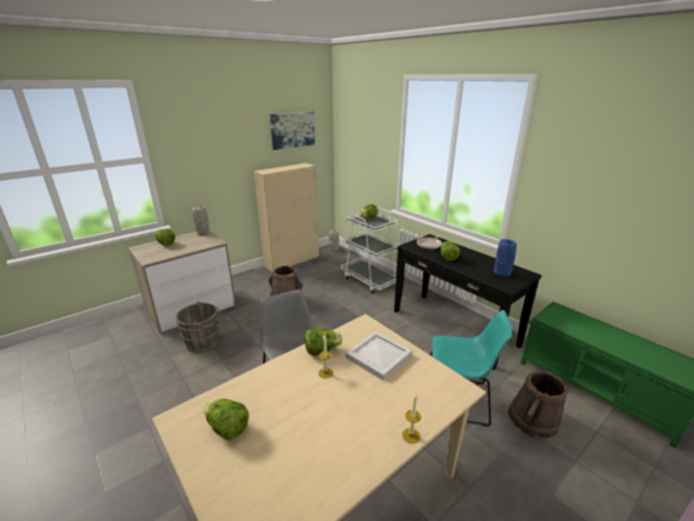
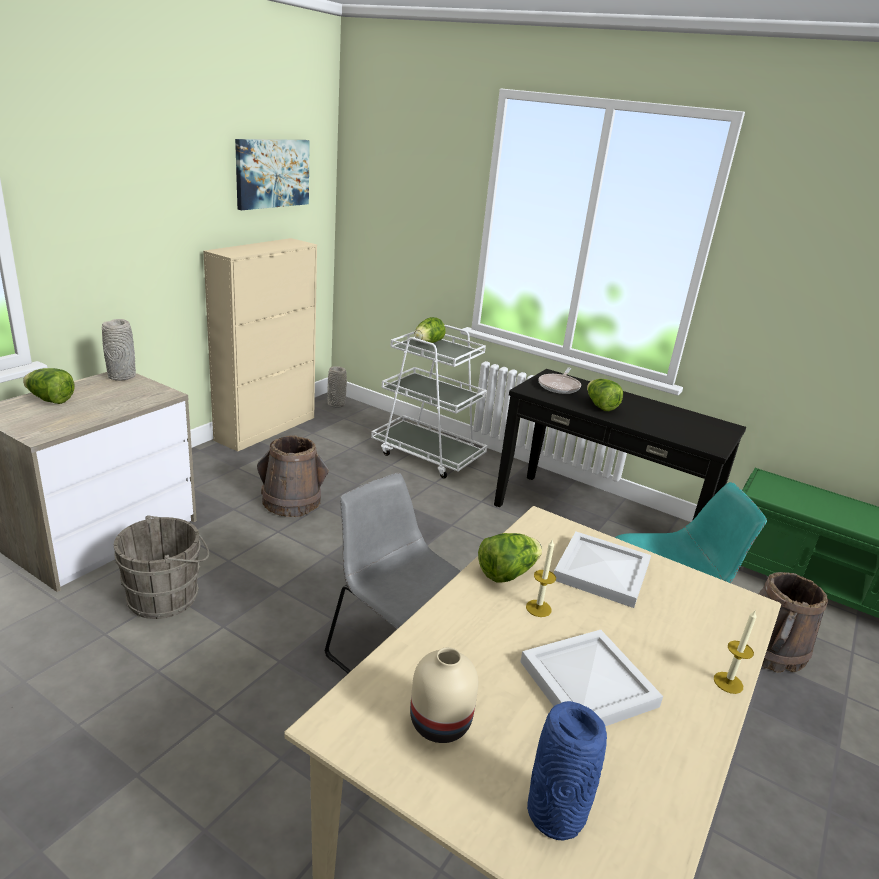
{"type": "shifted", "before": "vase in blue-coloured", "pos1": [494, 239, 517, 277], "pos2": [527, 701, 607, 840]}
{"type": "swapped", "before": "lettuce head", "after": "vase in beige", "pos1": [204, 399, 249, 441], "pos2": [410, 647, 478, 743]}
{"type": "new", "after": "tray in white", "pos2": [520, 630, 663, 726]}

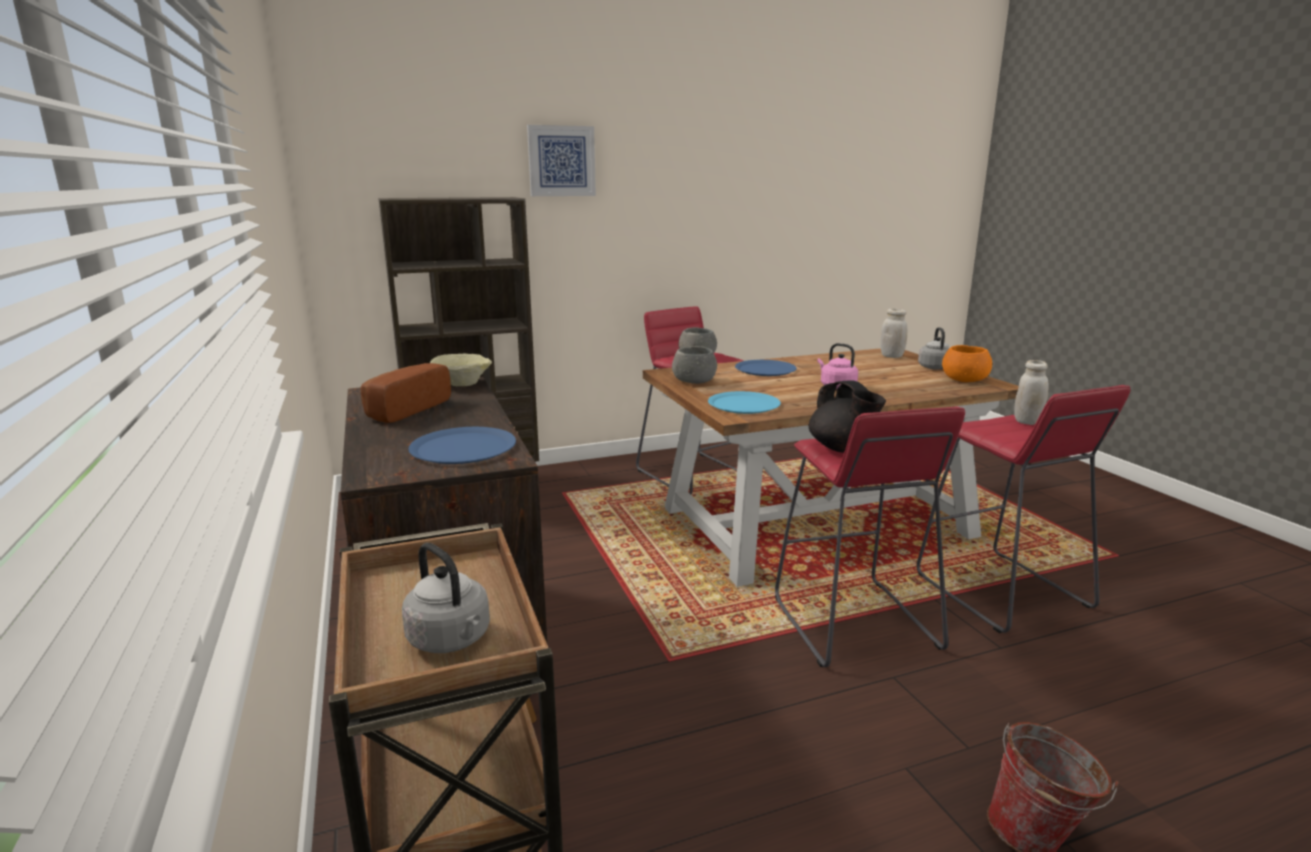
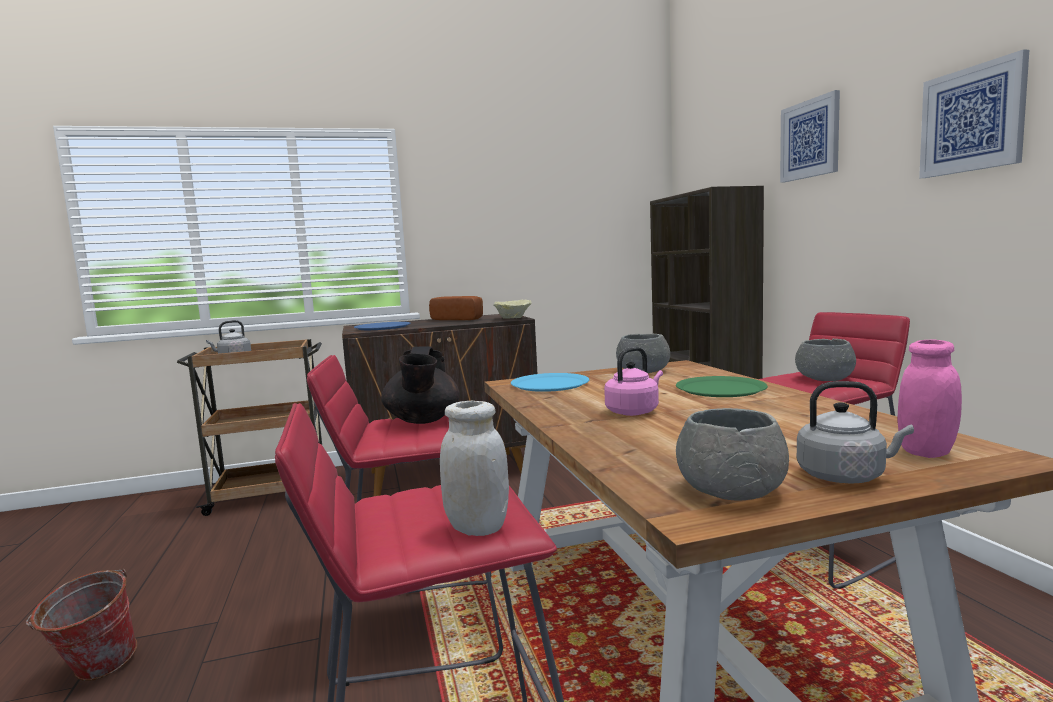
{"type": "repainted", "before": "storage jar in white", "after": "storage jar in pink", "pos1": [880, 309, 907, 358], "pos2": [897, 340, 962, 458]}
{"type": "repainted", "before": "serving bowl in orange-coloured", "after": "serving bowl in grey", "pos1": [942, 345, 992, 382], "pos2": [676, 408, 789, 501]}
{"type": "repainted", "before": "flat dish in blue-coloured", "after": "flat dish in green-coloured", "pos1": [735, 360, 797, 376], "pos2": [676, 376, 768, 397]}
{"type": "rotated", "before": "teapot in blackish", "pos1": [808, 381, 886, 453], "pos2": [381, 346, 460, 424], "turn": -75}
{"type": "new", "after": "wall picture", "pos2": [919, 49, 1029, 178]}

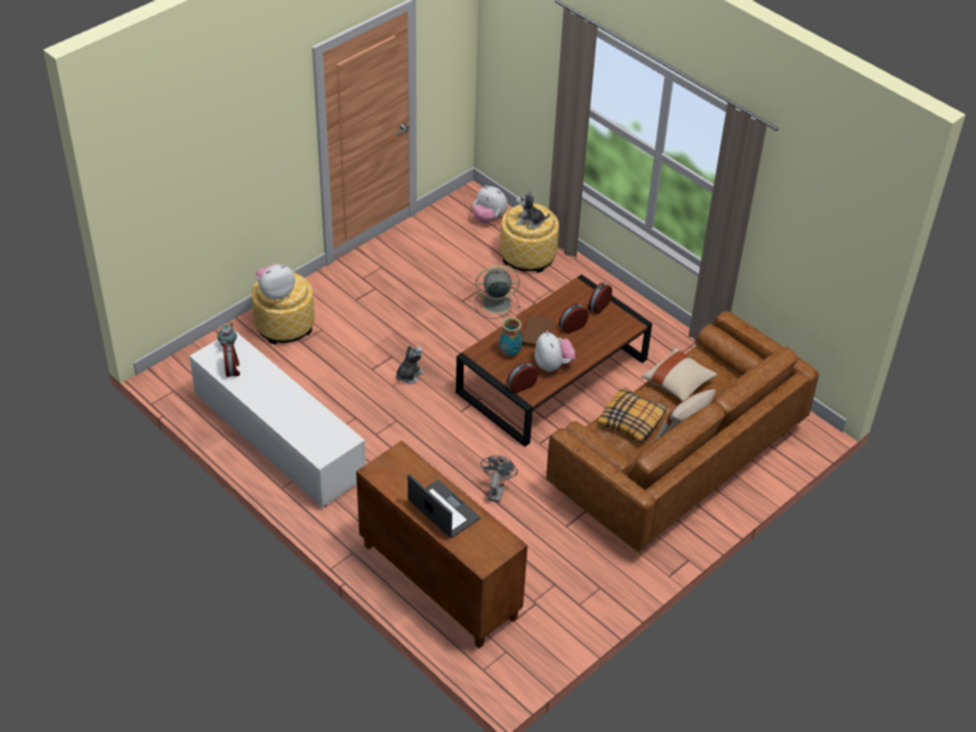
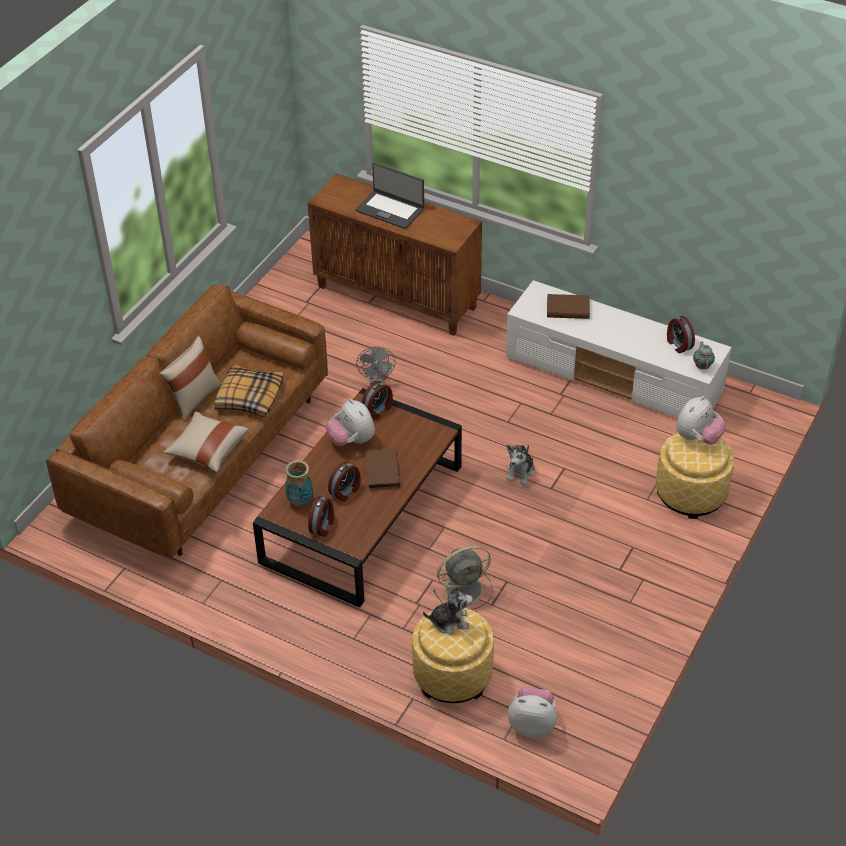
{"type": "shifted", "before": "vase", "pos1": [499, 317, 522, 356], "pos2": [285, 460, 313, 506]}
{"type": "new", "after": "bound book in brown", "pos2": [547, 294, 590, 319]}

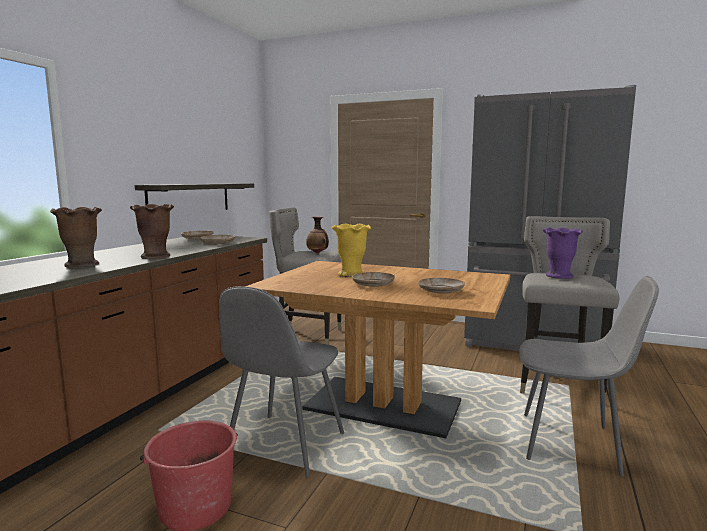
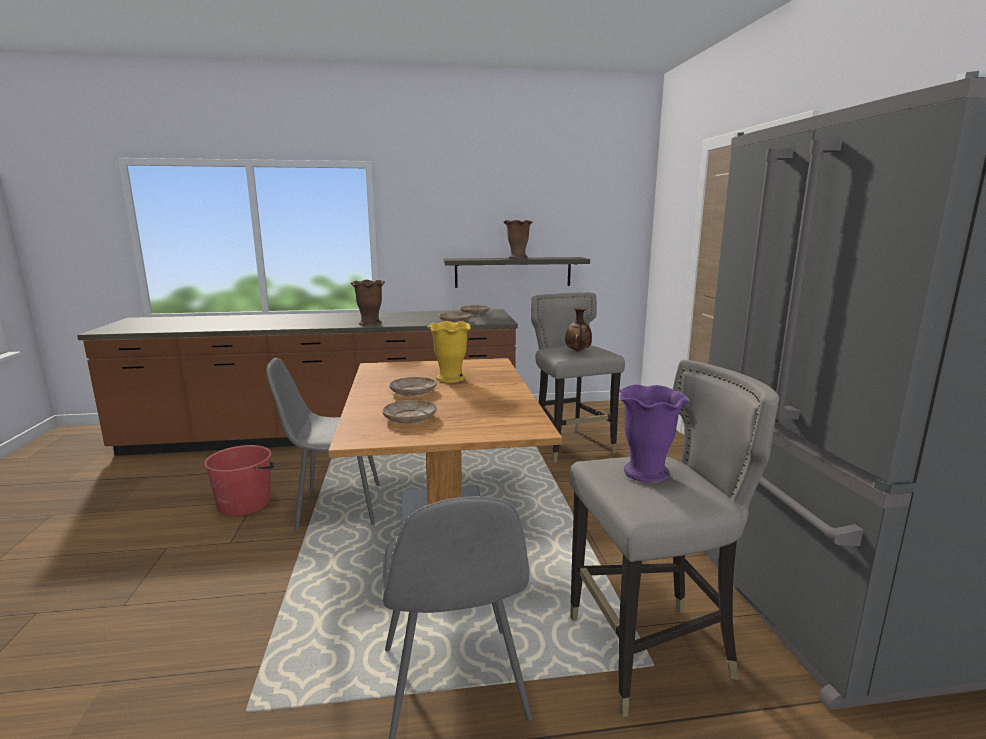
{"type": "shifted", "before": "vase in brown", "pos1": [50, 207, 102, 268], "pos2": [504, 220, 533, 259]}

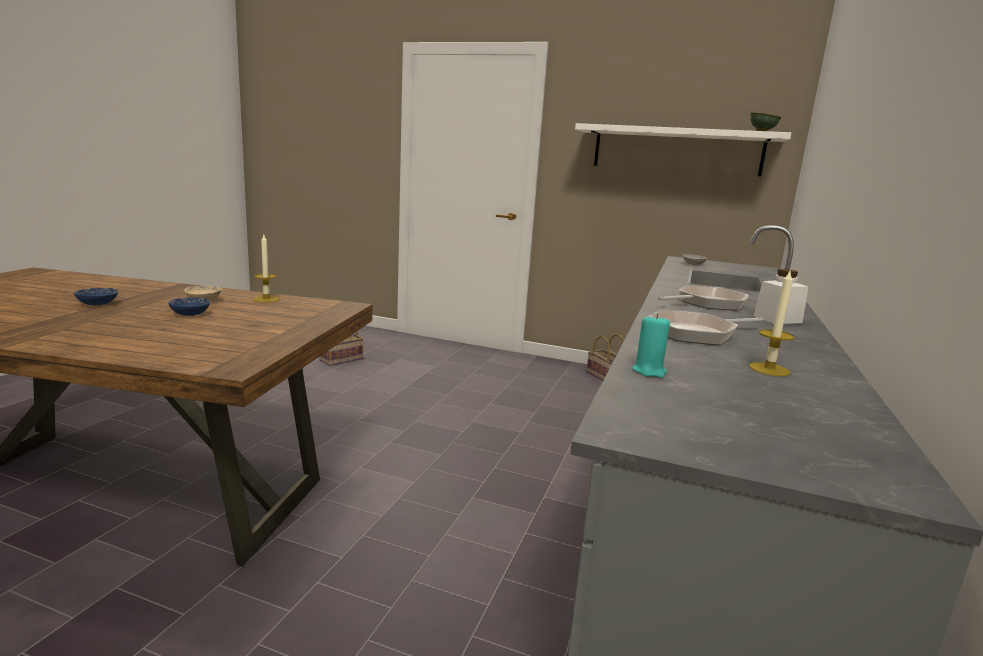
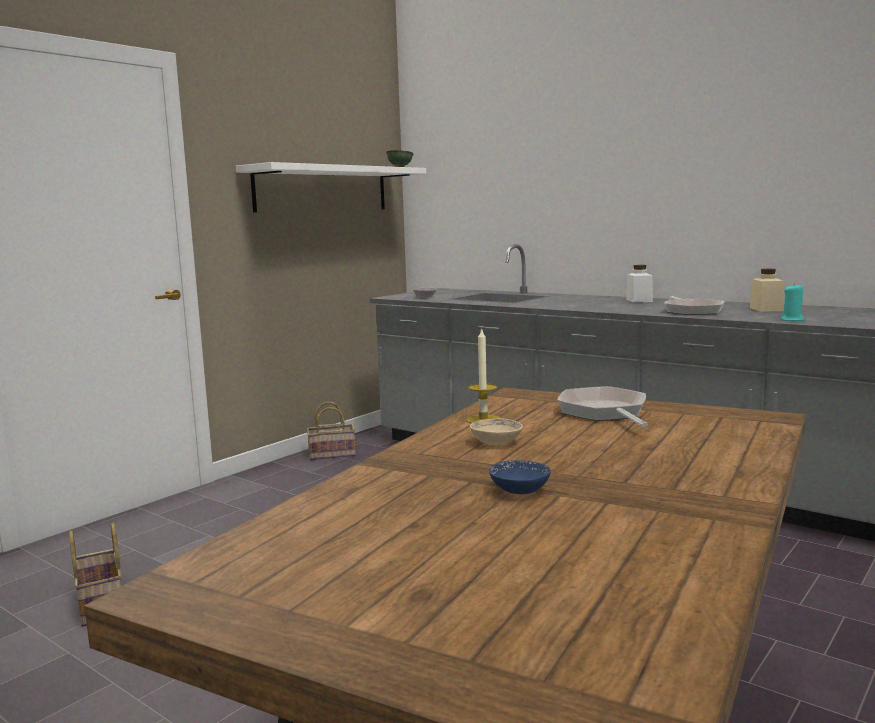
{"type": "swapped", "before": "wax candle", "after": "storage jar in beige", "pos1": [749, 269, 795, 376], "pos2": [750, 269, 784, 312]}
{"type": "shifted", "before": "pan", "pos1": [658, 285, 749, 310], "pos2": [557, 386, 648, 427]}
{"type": "gone", "before": "serving bowl in blue-coloured", "pos1": [168, 298, 210, 316]}

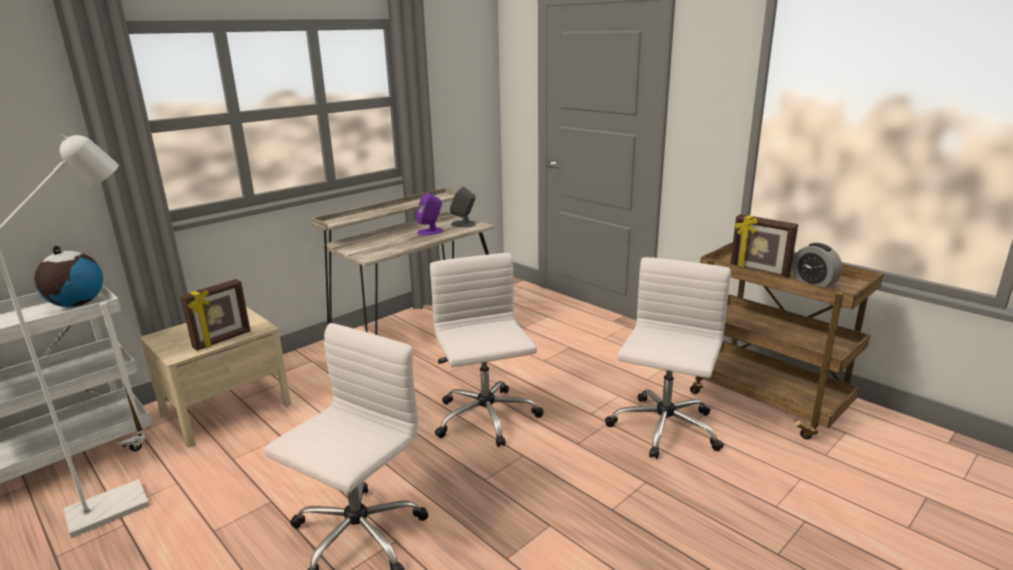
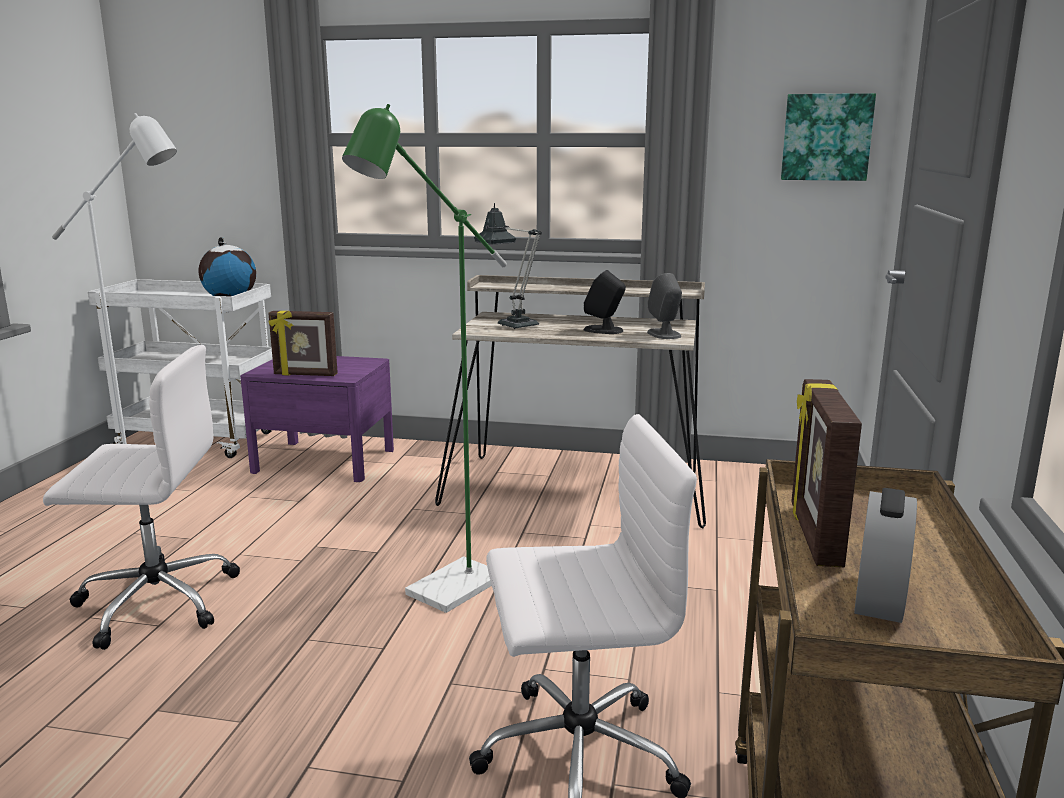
{"type": "repainted", "before": "audio speaker in purple-coloured", "after": "audio speaker in blackish", "pos1": [416, 193, 443, 236], "pos2": [584, 270, 626, 334]}
{"type": "swapped", "before": "office chair in white", "after": "standard lamp in green-coloured", "pos1": [430, 253, 544, 447], "pos2": [342, 104, 507, 613]}
{"type": "repainted", "before": "nightstand in beige", "after": "nightstand in purple-coloured", "pos1": [140, 306, 291, 447], "pos2": [240, 356, 394, 482]}
{"type": "new", "after": "wall picture", "pos2": [781, 93, 876, 181]}
{"type": "new", "after": "lamp for a table", "pos2": [474, 203, 542, 329]}

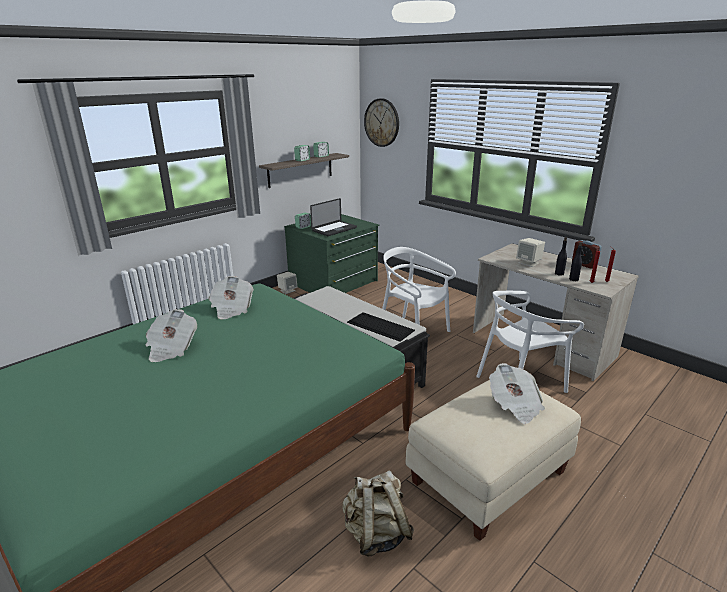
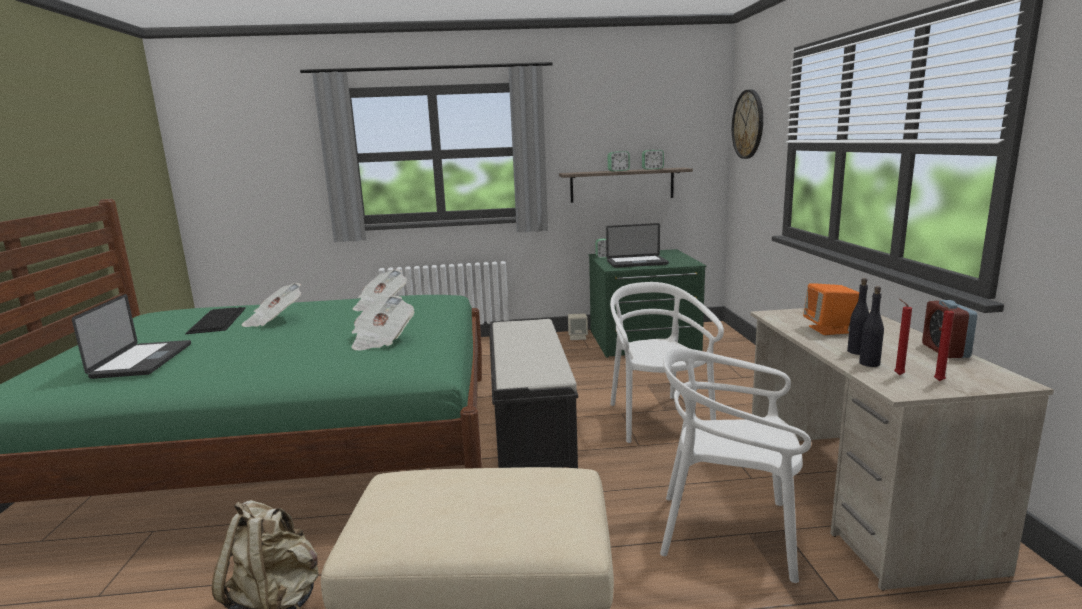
{"type": "repainted", "before": "audio speaker in beige", "after": "audio speaker in orange-coloured", "pos1": [516, 238, 545, 267], "pos2": [803, 283, 859, 335]}
{"type": "shifted", "before": "keyboard", "pos1": [347, 312, 415, 342], "pos2": [185, 307, 246, 334]}
{"type": "shifted", "before": "daily paper", "pos1": [489, 363, 545, 424], "pos2": [351, 296, 414, 350]}
{"type": "new", "after": "portable computer", "pos2": [72, 294, 191, 379]}

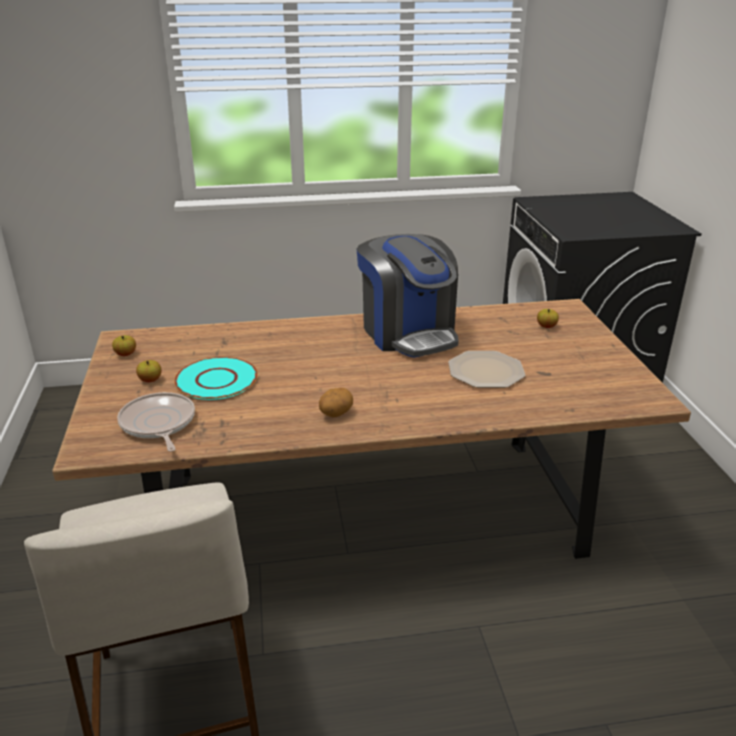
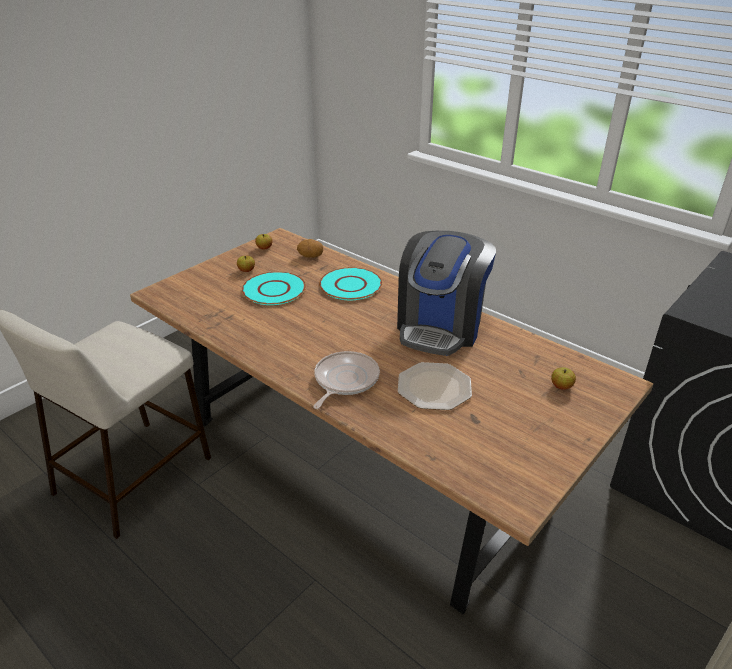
{"type": "shifted", "before": "spud", "pos1": [319, 388, 353, 417], "pos2": [297, 239, 323, 258]}
{"type": "shifted", "before": "pan", "pos1": [117, 392, 195, 452], "pos2": [313, 351, 380, 409]}
{"type": "new", "after": "flat dish in turquoise-coloured", "pos2": [319, 267, 382, 300]}

